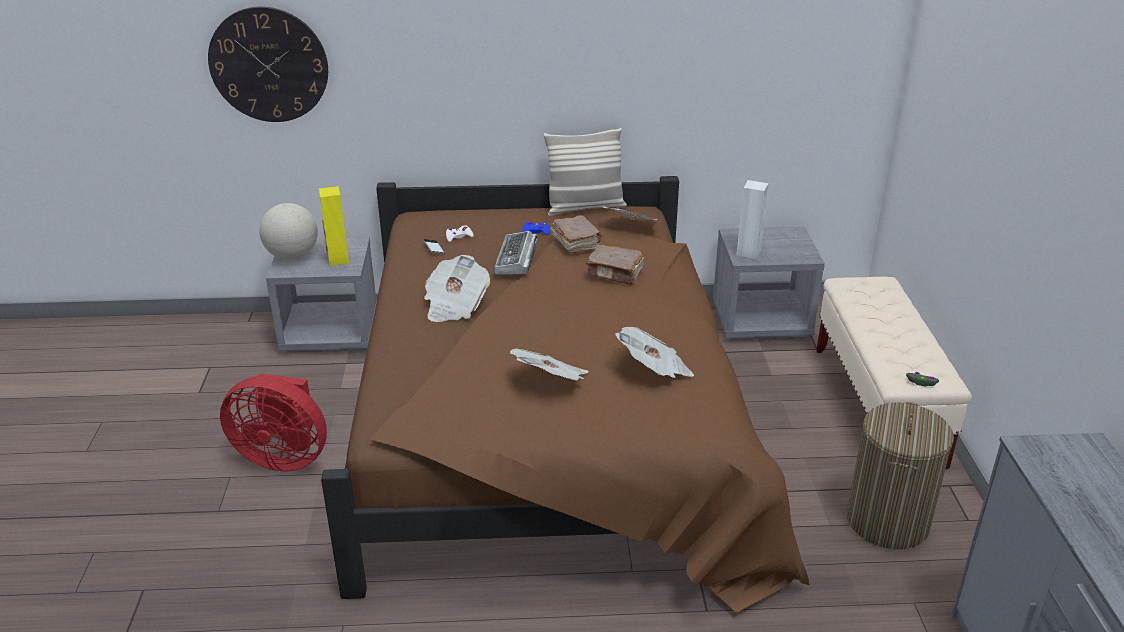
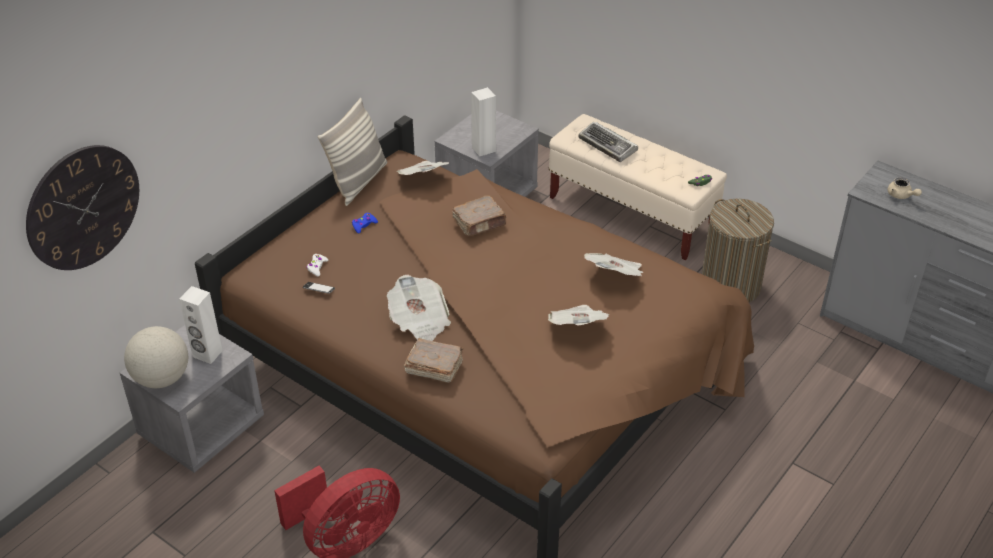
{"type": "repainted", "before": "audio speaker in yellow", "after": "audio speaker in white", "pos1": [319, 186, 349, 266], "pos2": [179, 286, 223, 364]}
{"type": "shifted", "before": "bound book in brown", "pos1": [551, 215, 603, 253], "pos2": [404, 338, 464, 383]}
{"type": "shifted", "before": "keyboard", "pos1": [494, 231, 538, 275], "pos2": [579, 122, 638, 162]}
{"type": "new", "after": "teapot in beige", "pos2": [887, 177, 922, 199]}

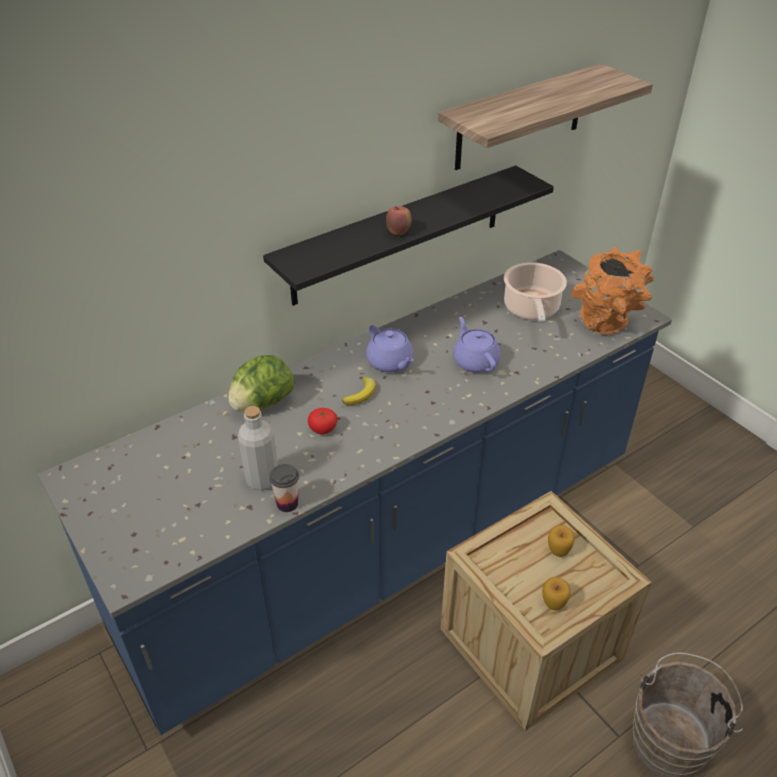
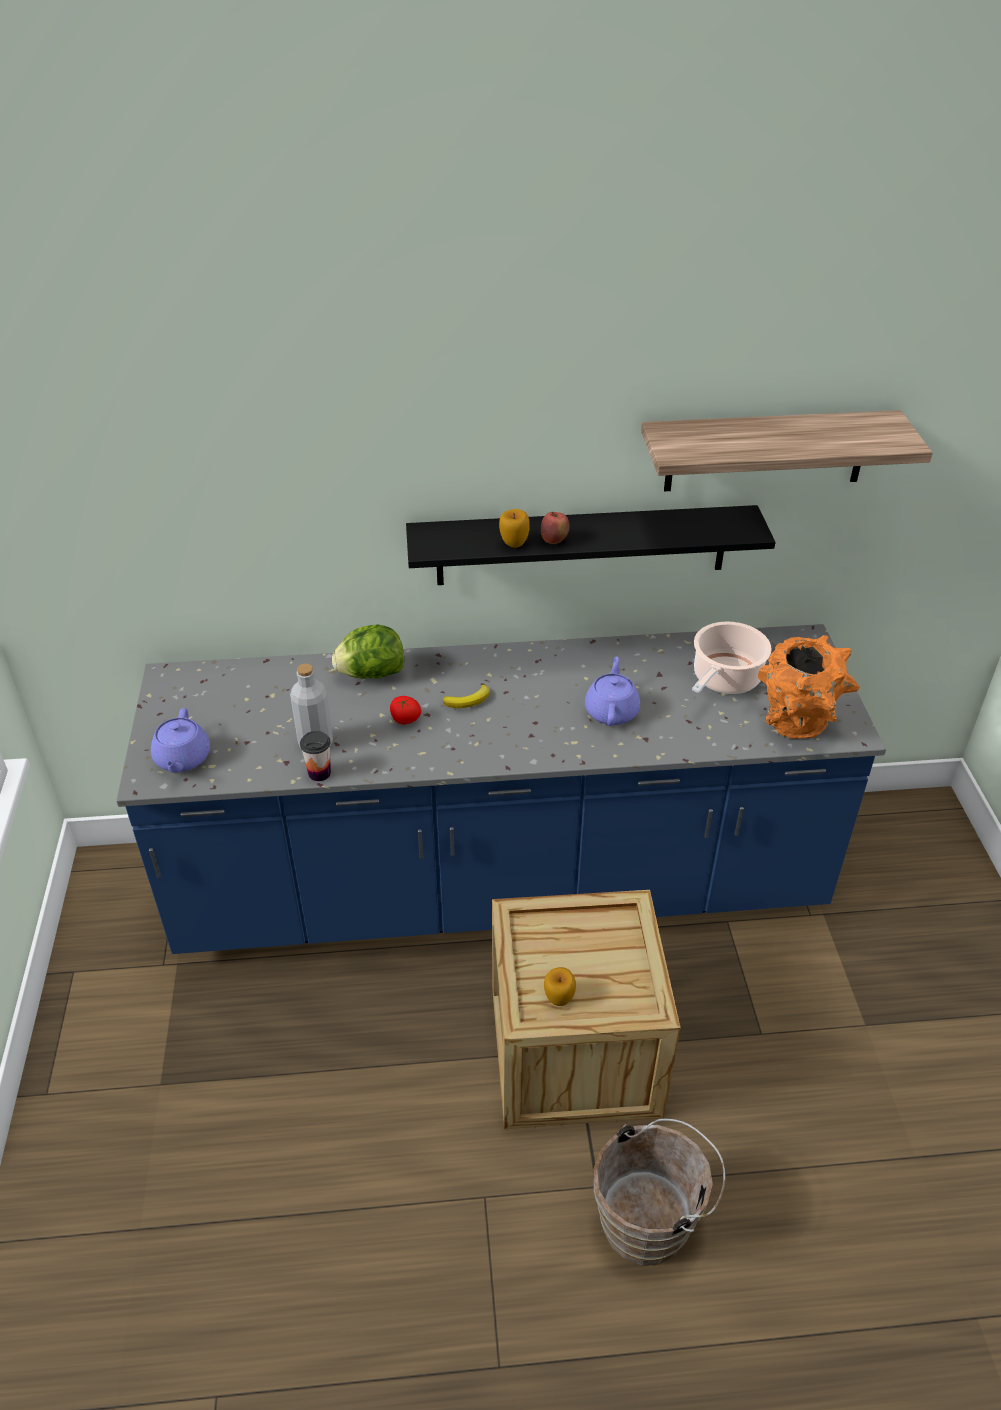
{"type": "shifted", "before": "teapot in purple-coloured", "pos1": [366, 325, 414, 372], "pos2": [151, 708, 210, 773]}
{"type": "shifted", "before": "apple fruit", "pos1": [548, 525, 575, 557], "pos2": [499, 509, 529, 548]}

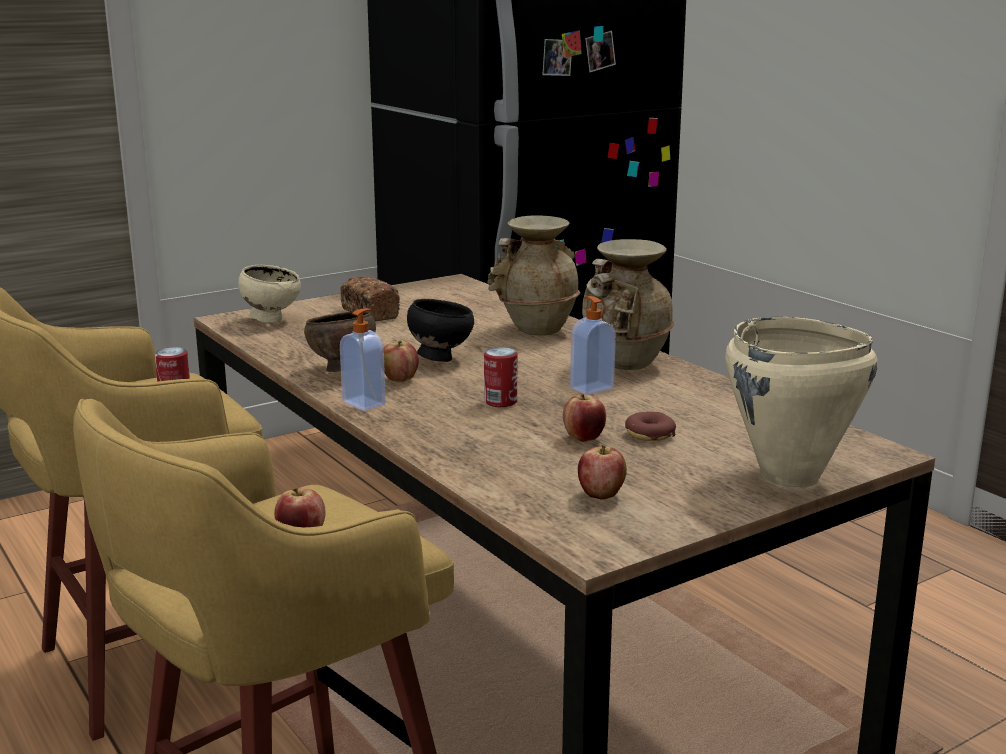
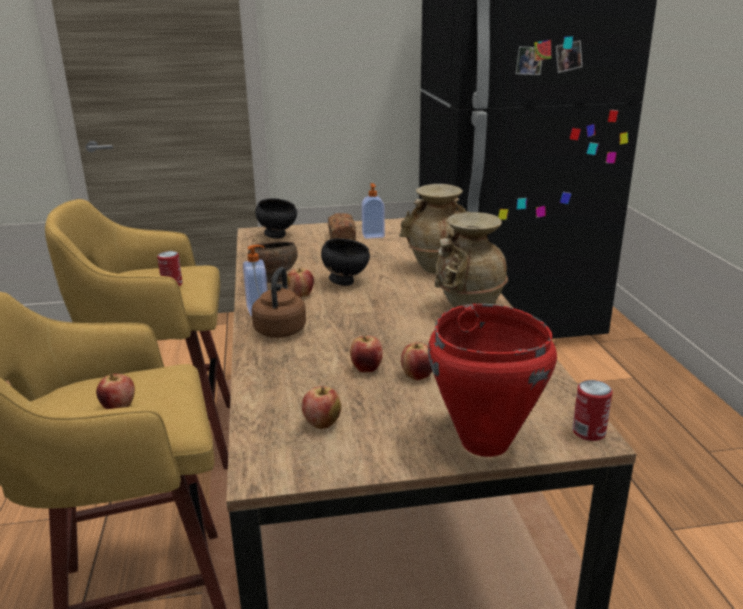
{"type": "repainted", "before": "serving bowl in beige", "after": "serving bowl in blackish", "pos1": [238, 265, 301, 323], "pos2": [255, 198, 297, 239]}
{"type": "shifted", "before": "soap dispenser", "pos1": [570, 296, 616, 395], "pos2": [362, 183, 385, 239]}
{"type": "repainted", "before": "saucepot in beige", "after": "saucepot in red", "pos1": [725, 317, 878, 488], "pos2": [428, 304, 557, 457]}
{"type": "shifted", "before": "can", "pos1": [484, 347, 517, 407], "pos2": [572, 380, 613, 441]}
{"type": "swapped", "before": "donut", "after": "apple fruit", "pos1": [625, 412, 676, 441], "pos2": [401, 342, 432, 381]}
{"type": "new", "after": "kettle in brown", "pos2": [251, 267, 306, 338]}

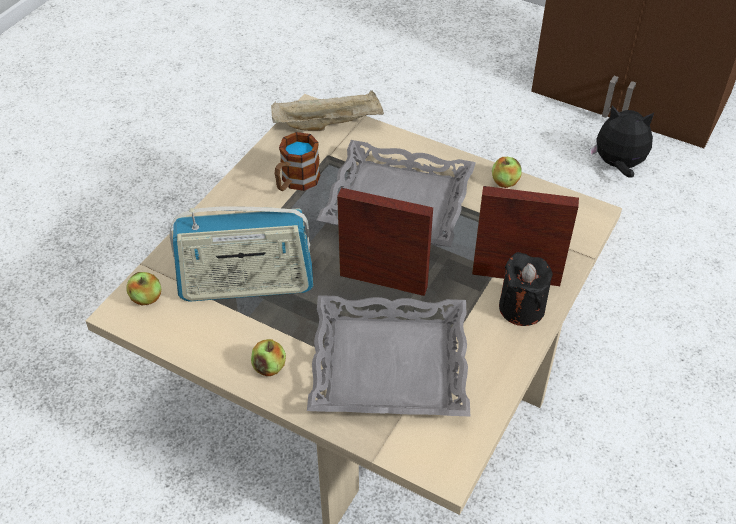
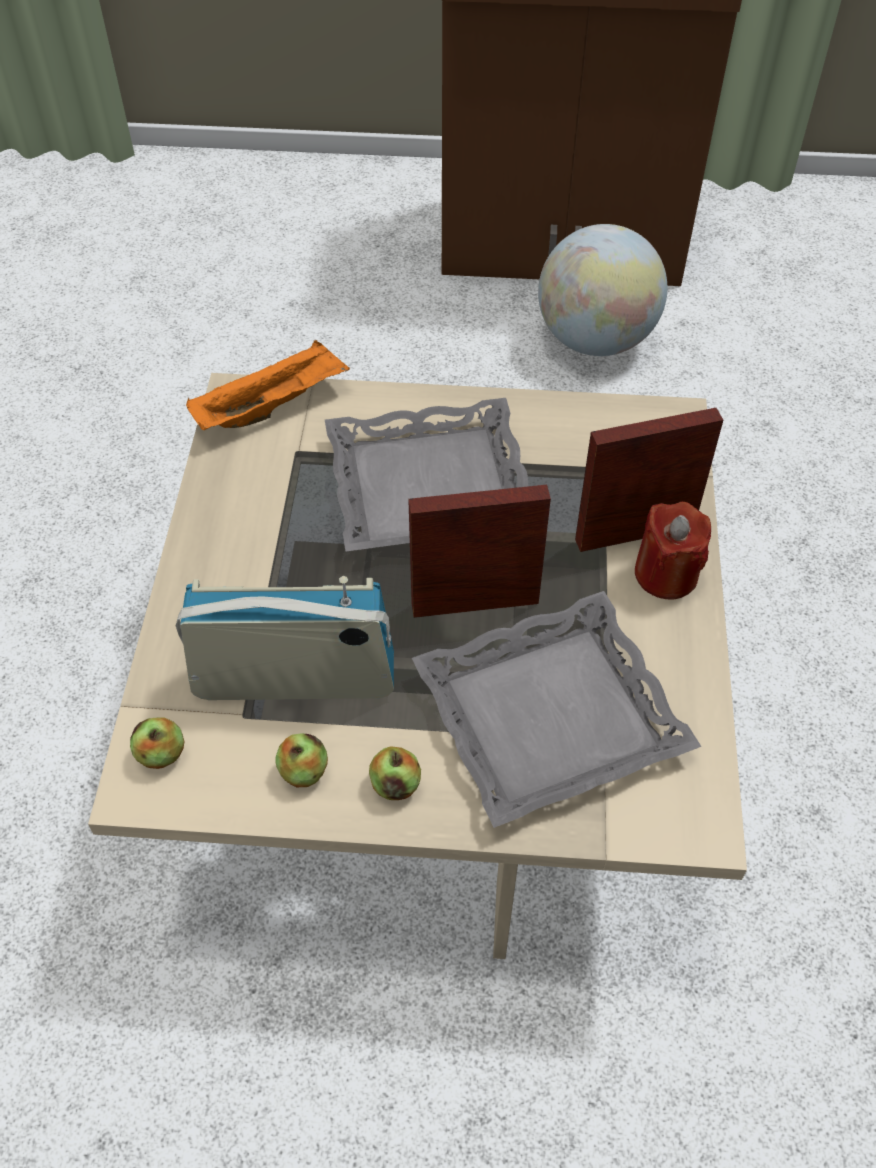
{"type": "repainted", "before": "tray in beige", "after": "tray in orange-coloured", "pos1": [271, 90, 384, 131], "pos2": [186, 340, 350, 430]}
{"type": "swapped", "before": "plush toy", "after": "world globe", "pos1": [590, 105, 654, 177], "pos2": [538, 224, 667, 356]}
{"type": "gone", "before": "coffee mug", "pos1": [275, 132, 320, 191]}
{"type": "shifted", "before": "apple fruit", "pos1": [492, 157, 522, 188], "pos2": [275, 733, 328, 787]}
{"type": "rotated", "before": "radio", "pos1": [169, 207, 313, 302], "pos2": [176, 576, 394, 700], "turn": -150}
{"type": "repainted", "before": "wax candle in blackish", "after": "wax candle in red", "pos1": [499, 252, 553, 326], "pos2": [635, 502, 711, 600]}

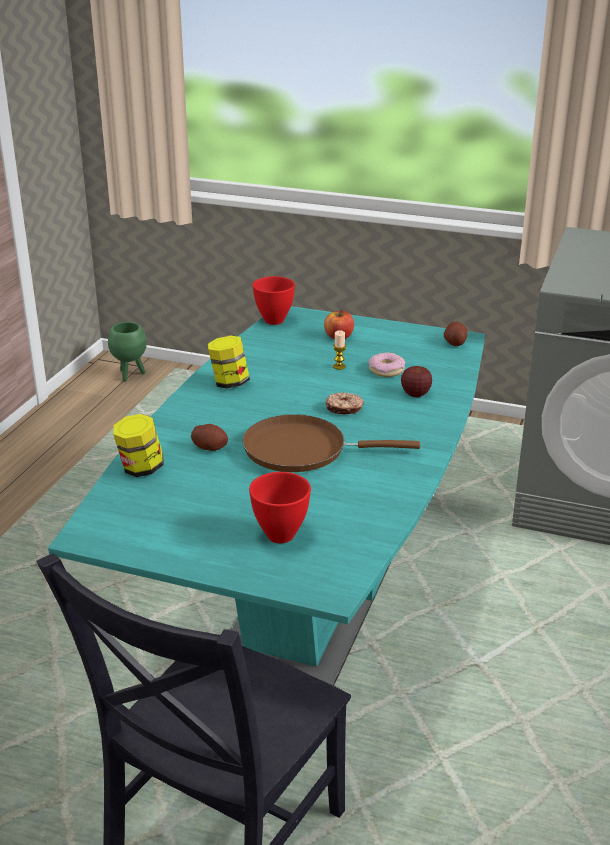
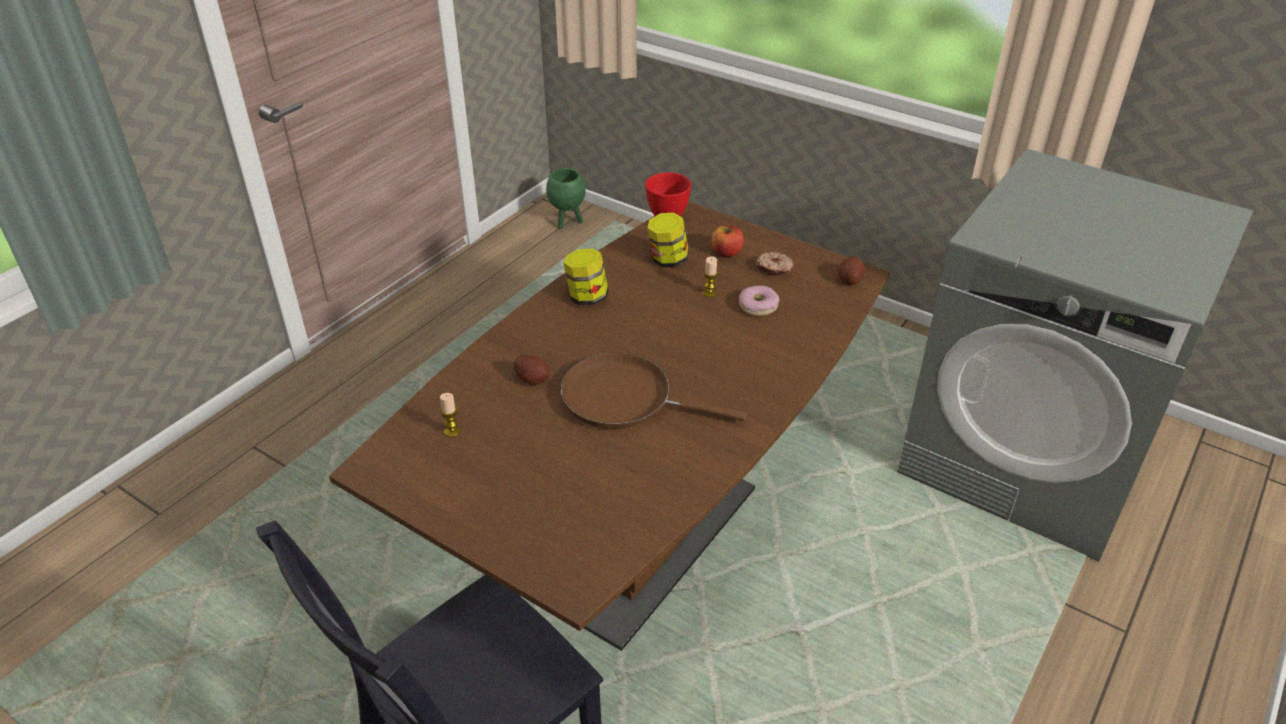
{"type": "repainted", "before": "dining table in turquoise-coloured", "after": "dining table in brown", "pos1": [48, 306, 485, 686], "pos2": [329, 201, 890, 651]}
{"type": "gone", "before": "apple fruit", "pos1": [401, 366, 432, 397]}
{"type": "shifted", "before": "donut", "pos1": [326, 392, 364, 414], "pos2": [757, 252, 794, 276]}
{"type": "shifted", "before": "storage jar", "pos1": [113, 414, 164, 477], "pos2": [647, 212, 689, 267]}
{"type": "gone", "before": "serving bowl in red", "pos1": [249, 472, 311, 543]}
{"type": "new", "after": "wax candle", "pos2": [440, 393, 460, 437]}

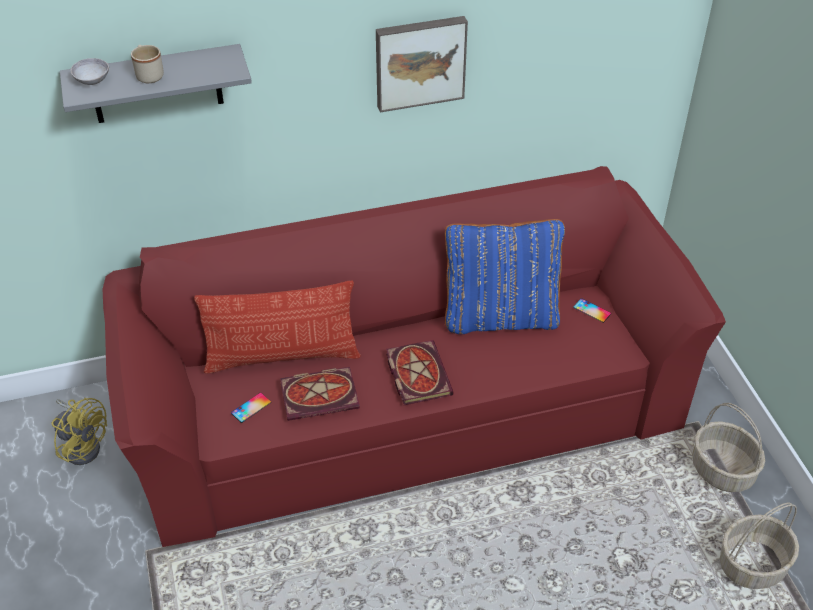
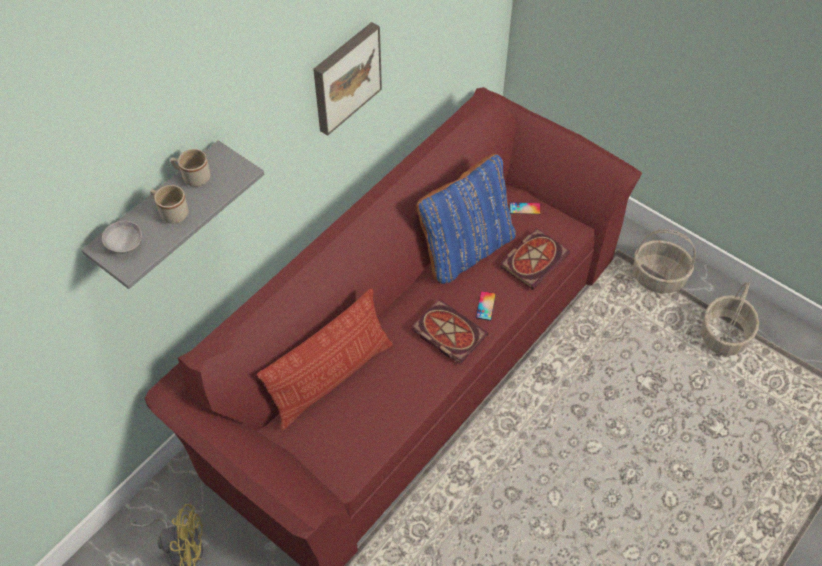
{"type": "shifted", "before": "bound book", "pos1": [280, 367, 360, 421], "pos2": [500, 228, 570, 290]}
{"type": "shifted", "before": "telephone", "pos1": [231, 393, 271, 423], "pos2": [476, 291, 496, 321]}
{"type": "new", "after": "coffee mug in beige", "pos2": [170, 149, 210, 187]}

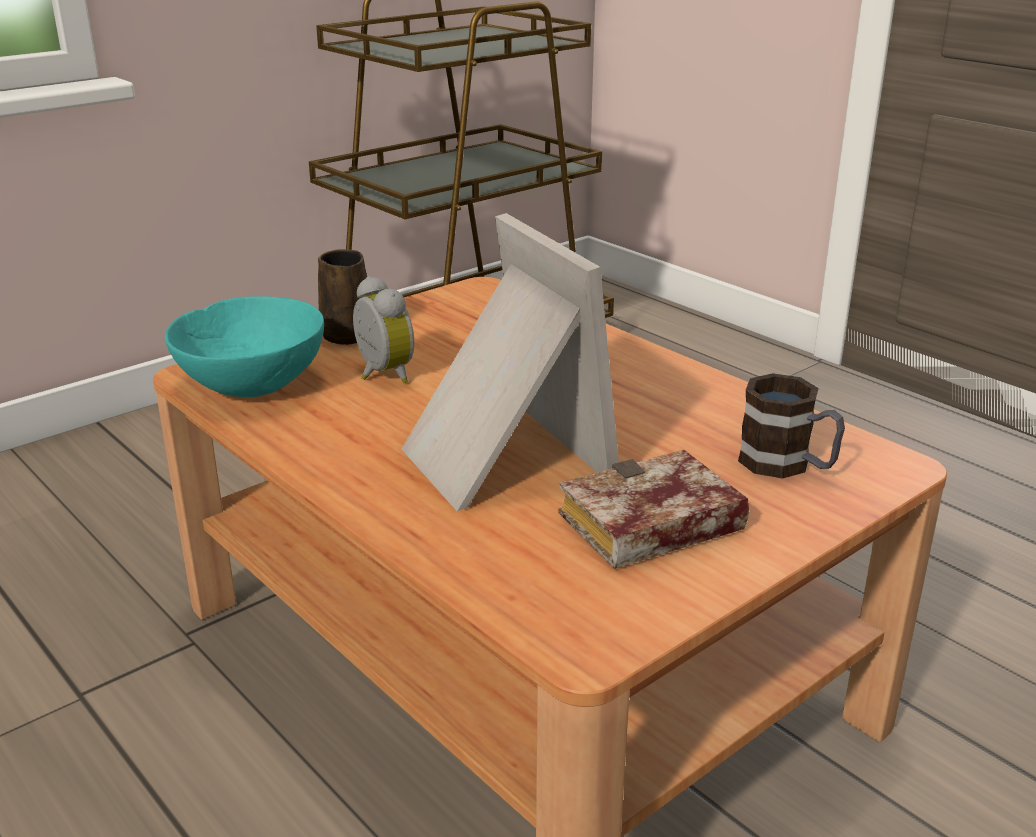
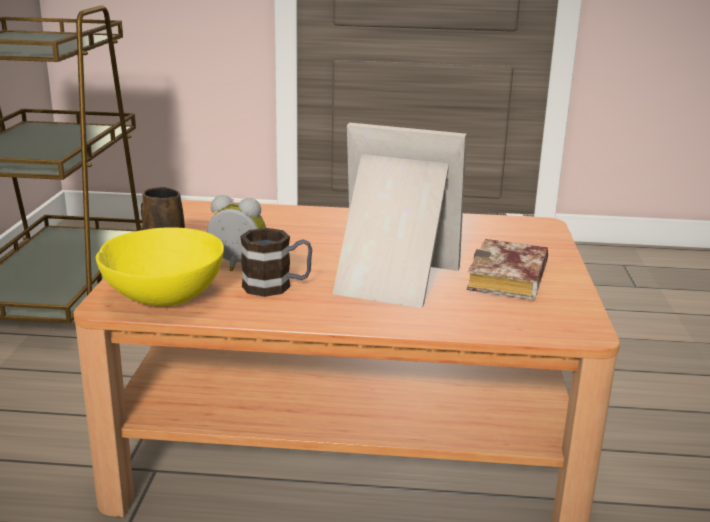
{"type": "repainted", "before": "serving bowl in turquoise-coloured", "after": "serving bowl in yellow", "pos1": [165, 296, 324, 397], "pos2": [96, 227, 224, 306]}
{"type": "shifted", "before": "coffee mug", "pos1": [738, 373, 845, 478], "pos2": [240, 228, 312, 297]}

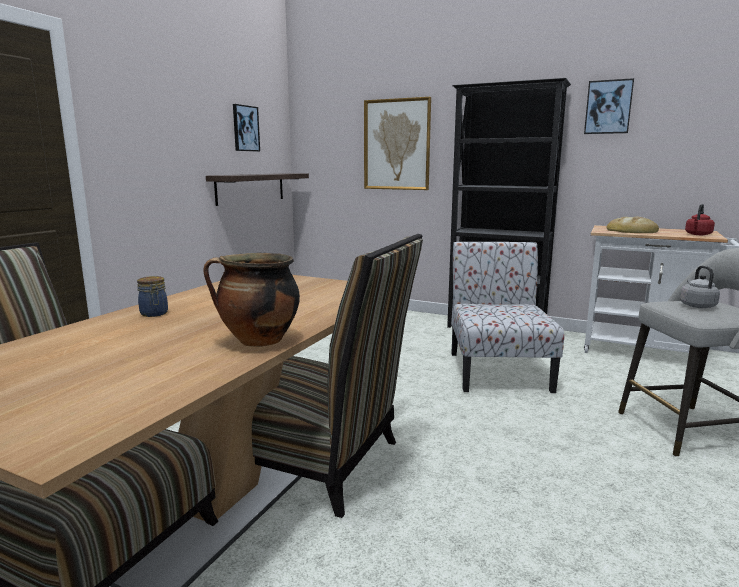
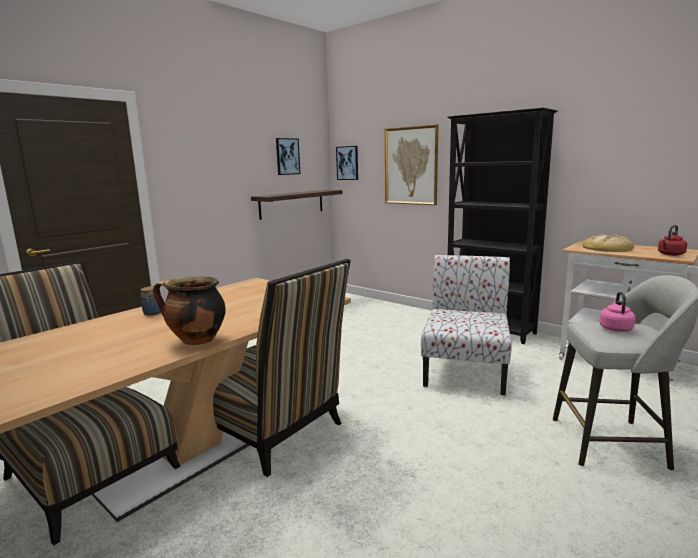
{"type": "shifted", "before": "wall picture", "pos1": [584, 78, 634, 134], "pos2": [336, 146, 358, 180]}
{"type": "repainted", "before": "kettle in grey", "after": "kettle in pink", "pos1": [680, 266, 720, 308], "pos2": [599, 292, 636, 332]}

